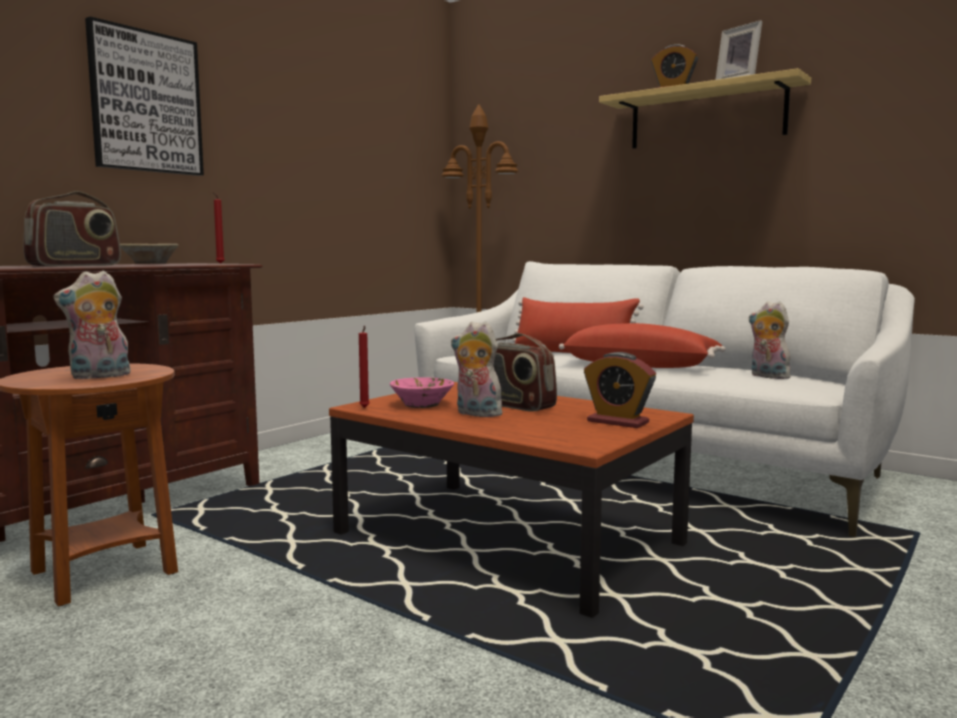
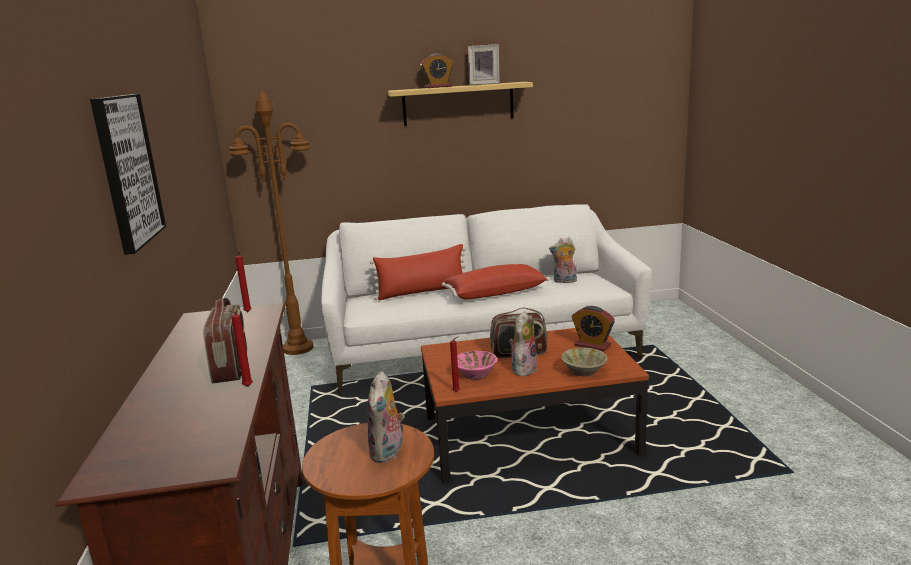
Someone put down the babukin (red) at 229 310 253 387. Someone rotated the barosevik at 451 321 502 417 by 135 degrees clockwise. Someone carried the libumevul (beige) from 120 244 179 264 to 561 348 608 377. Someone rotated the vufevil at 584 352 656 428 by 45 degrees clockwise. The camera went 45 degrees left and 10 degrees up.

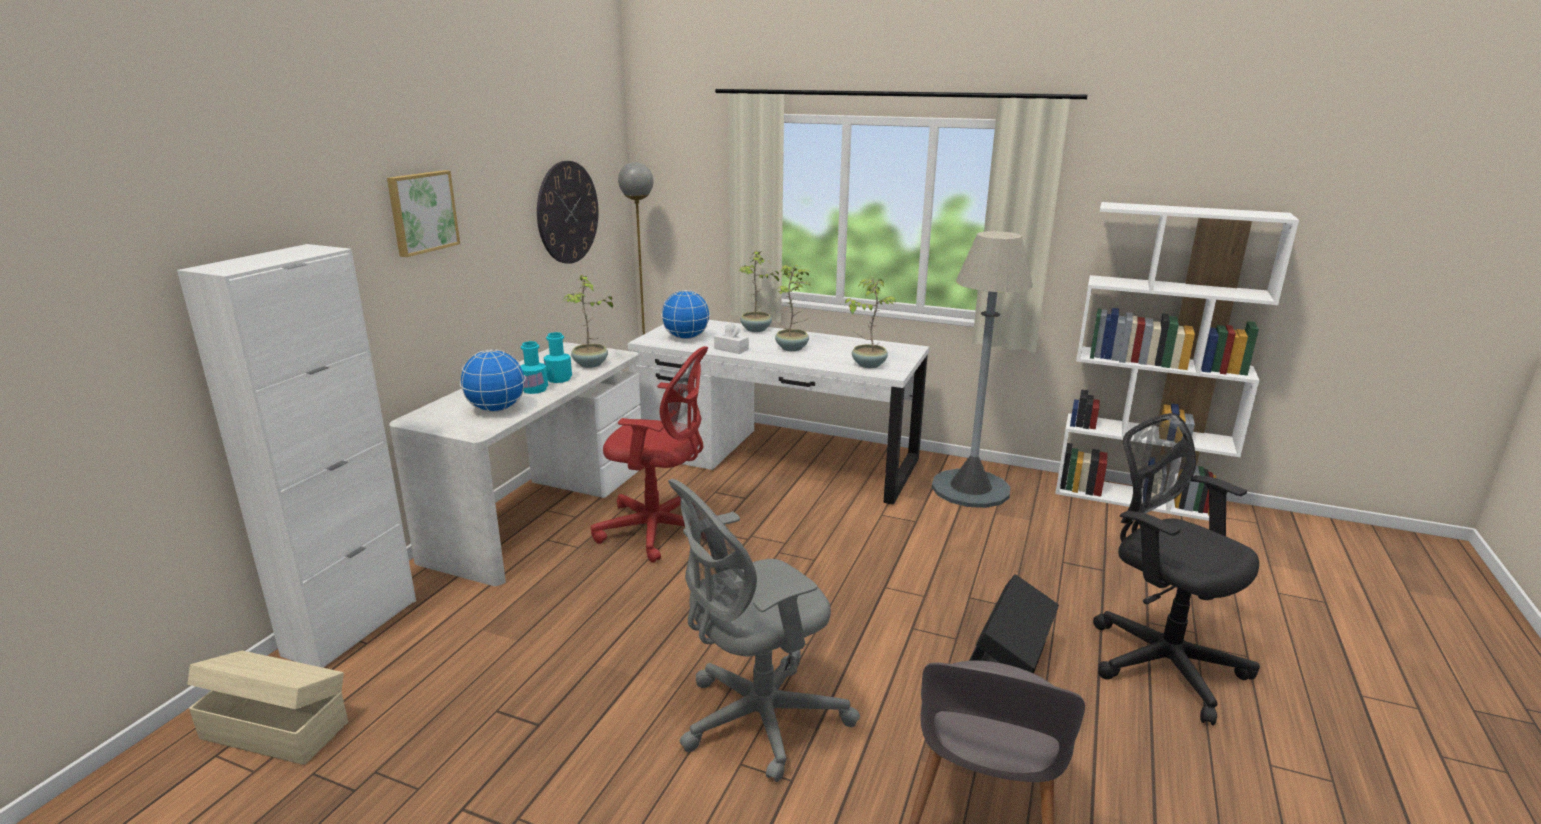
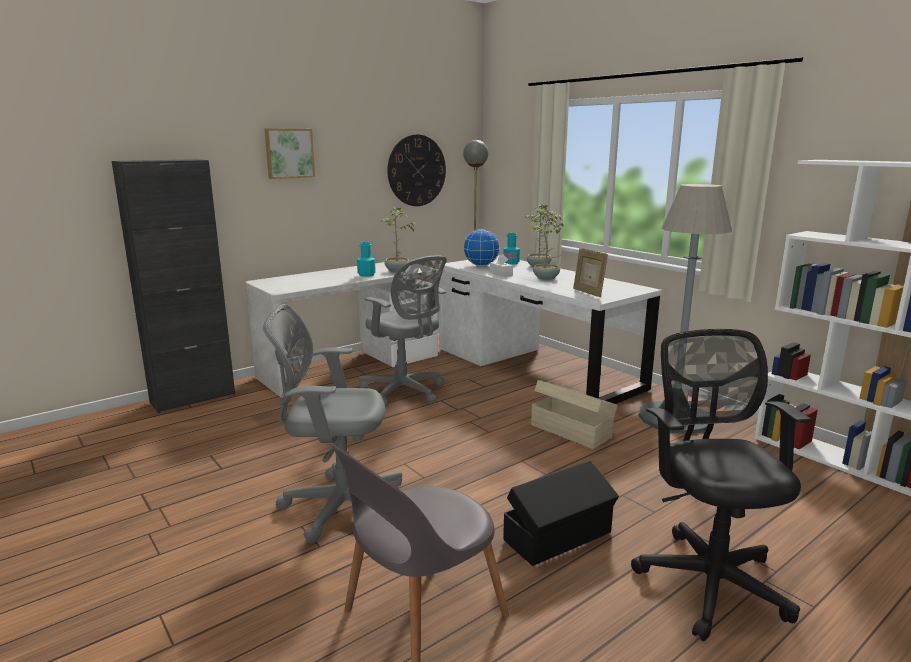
Someone repainted the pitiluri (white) at 177 244 416 668, which became the pitiluri (black) at 112 159 235 413. Someone repainted the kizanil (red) at 591 346 708 563, which became the kizanil (grey) at 359 255 447 407. Someone carried the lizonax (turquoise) from 521 341 548 394 to 503 233 520 265. Someone carried the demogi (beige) from 187 651 348 765 to 531 380 617 449. Someone swapped the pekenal at 845 277 896 368 for the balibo at 573 248 608 297. Someone took away the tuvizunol at 460 349 526 412. The camera went 30 degrees right and 5 degrees down.

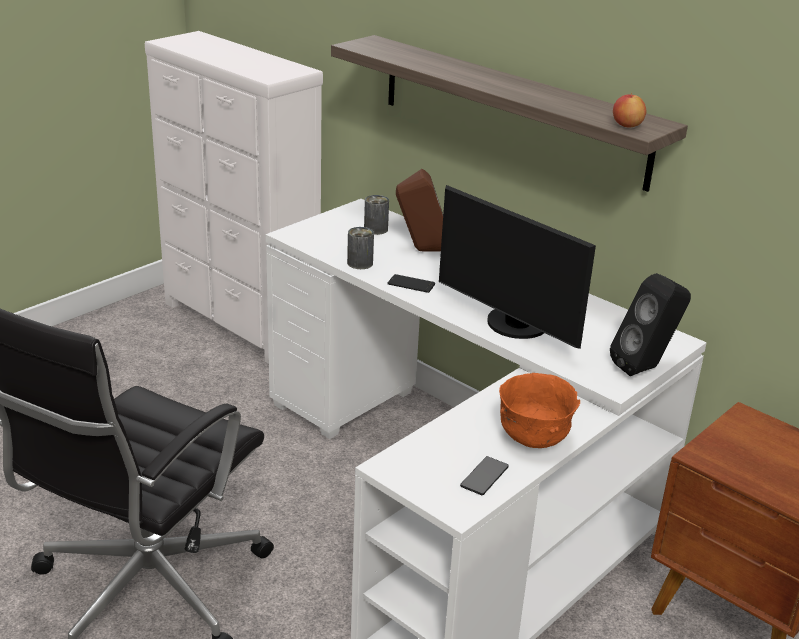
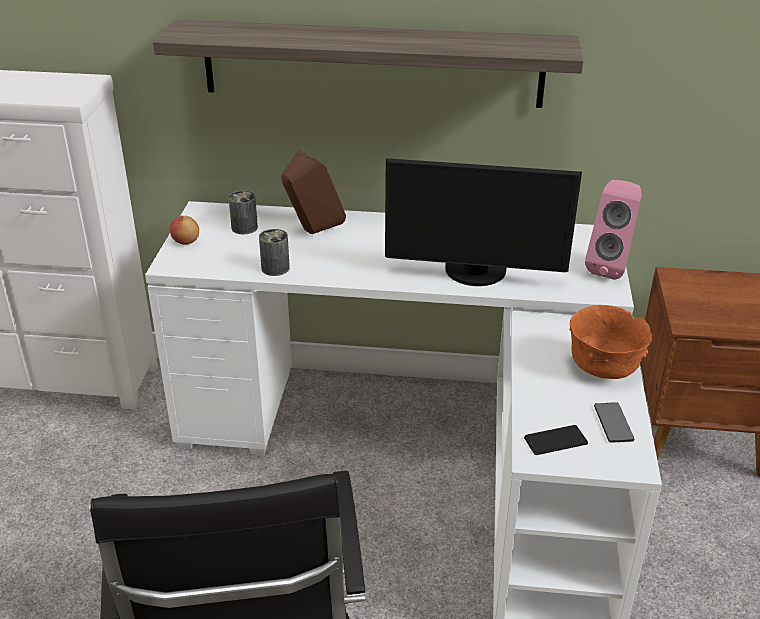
Someone carried the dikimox from 613 93 646 128 to 169 216 199 245. Someone carried the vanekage from 387 274 435 293 to 524 425 588 455. Someone repainted the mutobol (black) at 610 273 691 376, which became the mutobol (pink) at 585 180 642 280. The camera went 35 degrees left and 5 degrees up.

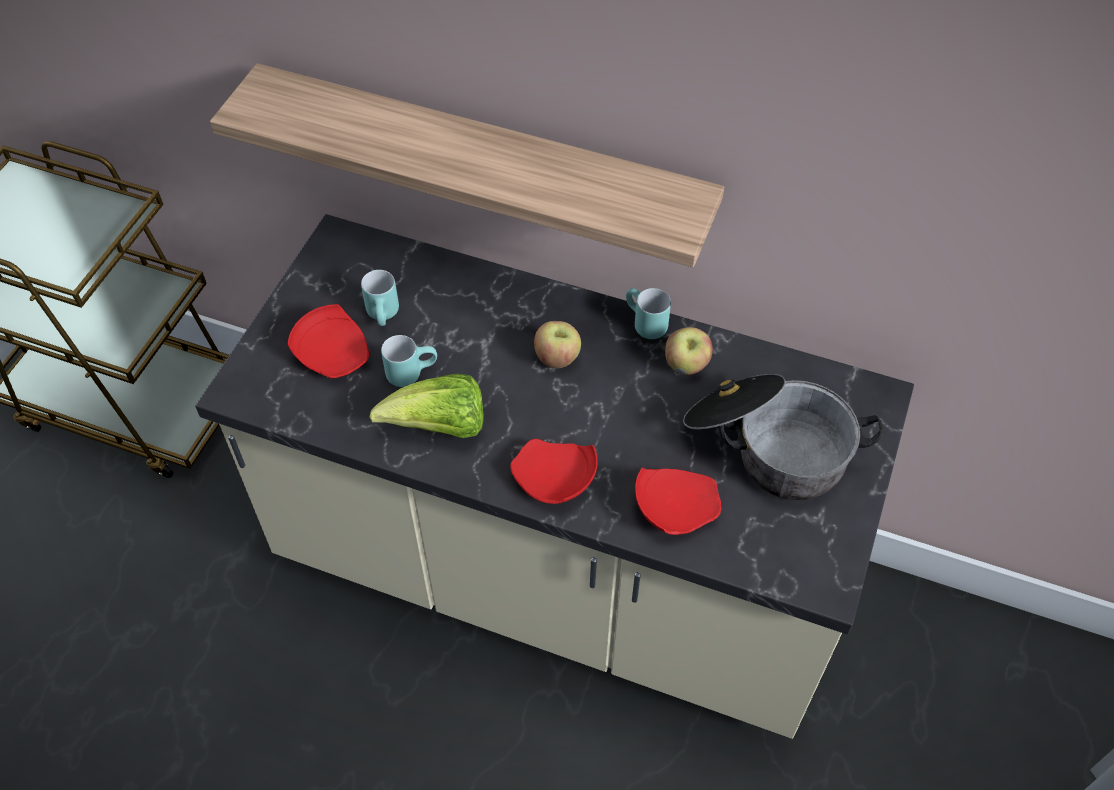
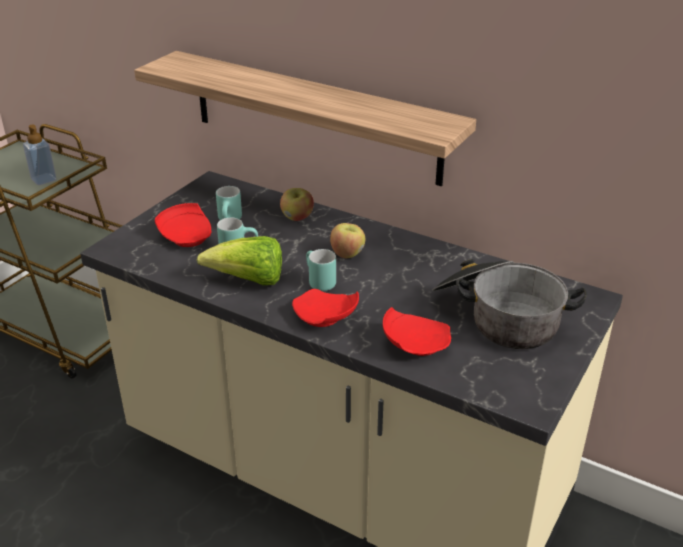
Someone put down the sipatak at 23 125 57 185. Someone carried the dikimox from 665 327 713 375 to 280 188 314 221. Someone carried the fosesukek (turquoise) from 626 288 671 339 to 306 249 336 291. The camera went 10 degrees right and 20 degrees down.

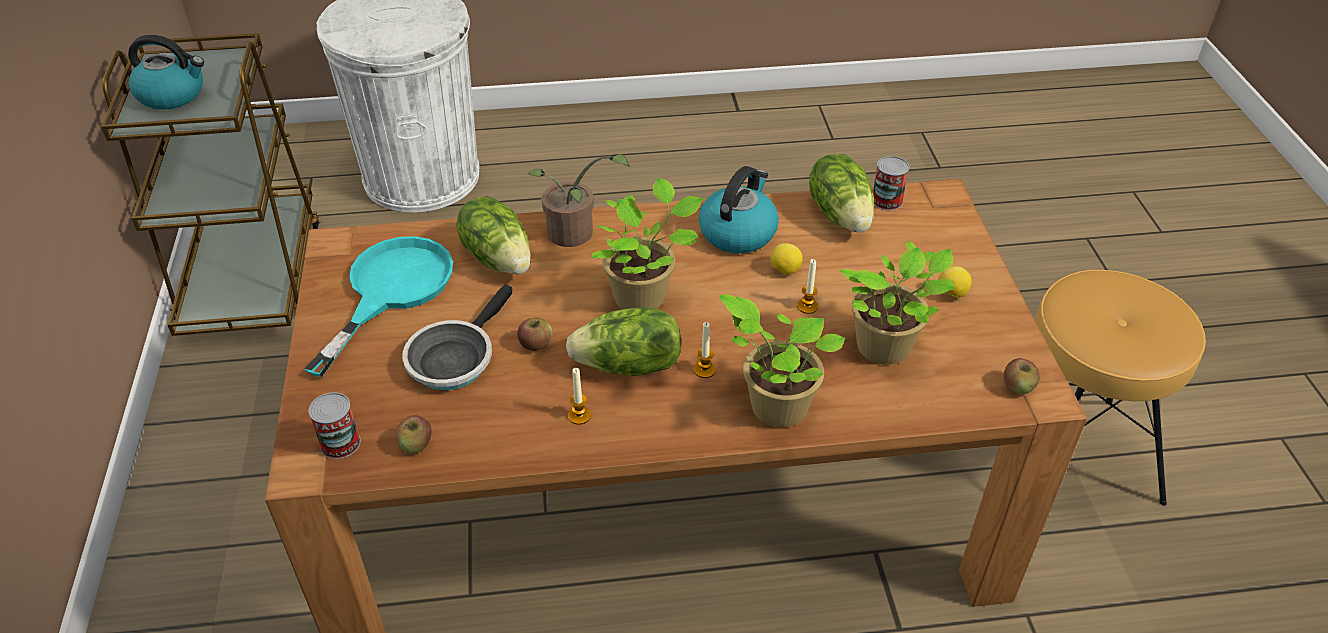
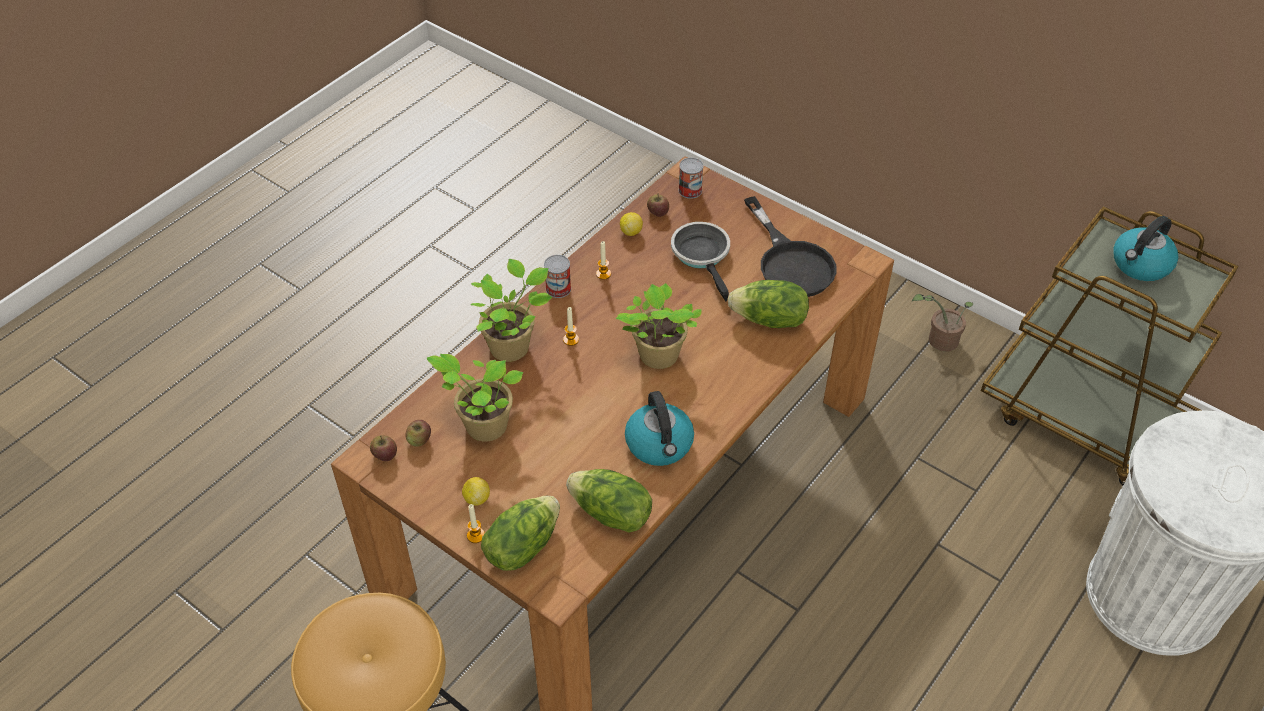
Someone carried the dikimox from 517 317 553 351 to 405 420 431 447. Someone carried the babukin from 797 259 818 314 to 467 504 485 543. Someone carried the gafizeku from 566 307 681 376 to 481 496 560 571. Someone carried the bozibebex from 873 156 909 210 to 544 255 571 298. Someone carried the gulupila from 770 243 803 275 to 620 212 643 236. Someone repainted the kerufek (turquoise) at 304 236 453 377, which became the kerufek (black) at 744 196 837 297. Someone carried the pekenal from 527 154 630 247 to 912 294 973 352. The camera went 135 degrees right and 5 degrees up.

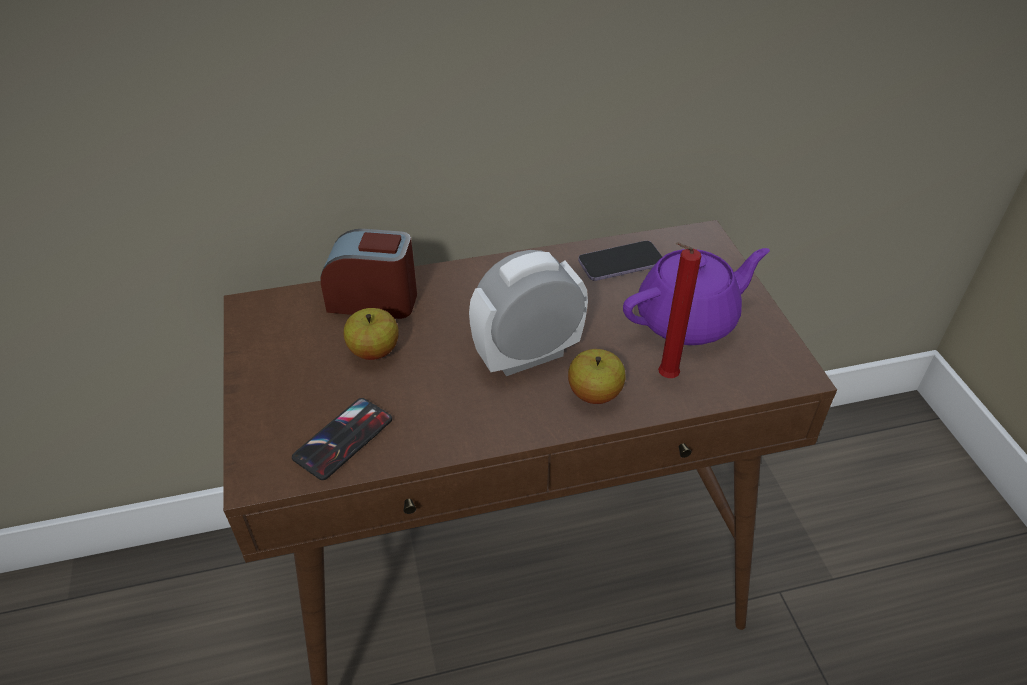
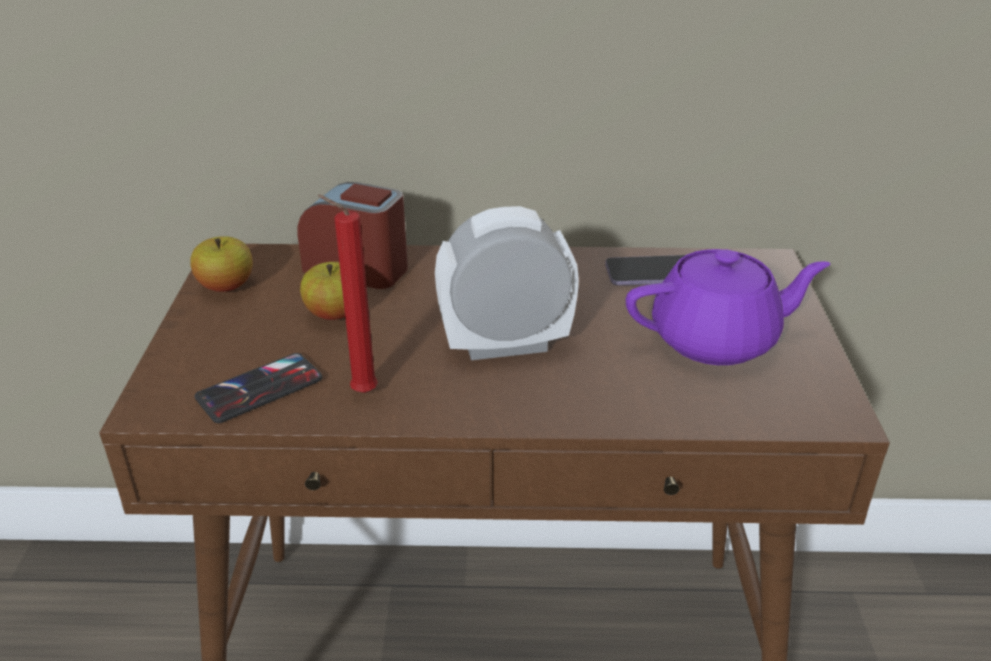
Someone carried the dikimox from 568 349 626 404 to 190 236 253 292. Someone carried the babukin (red) from 658 242 701 378 to 317 195 378 393. The camera went 15 degrees right and 10 degrees down.

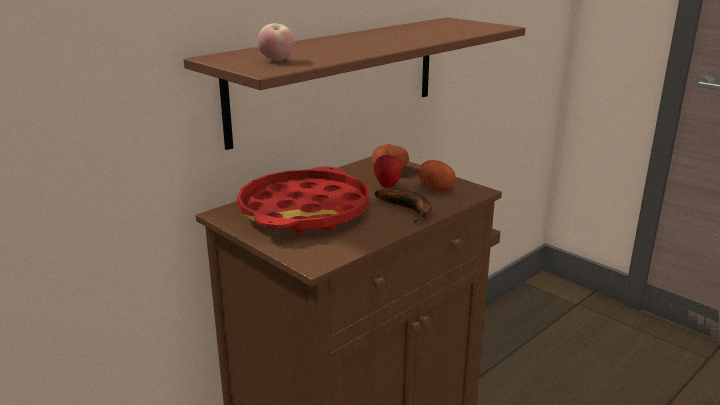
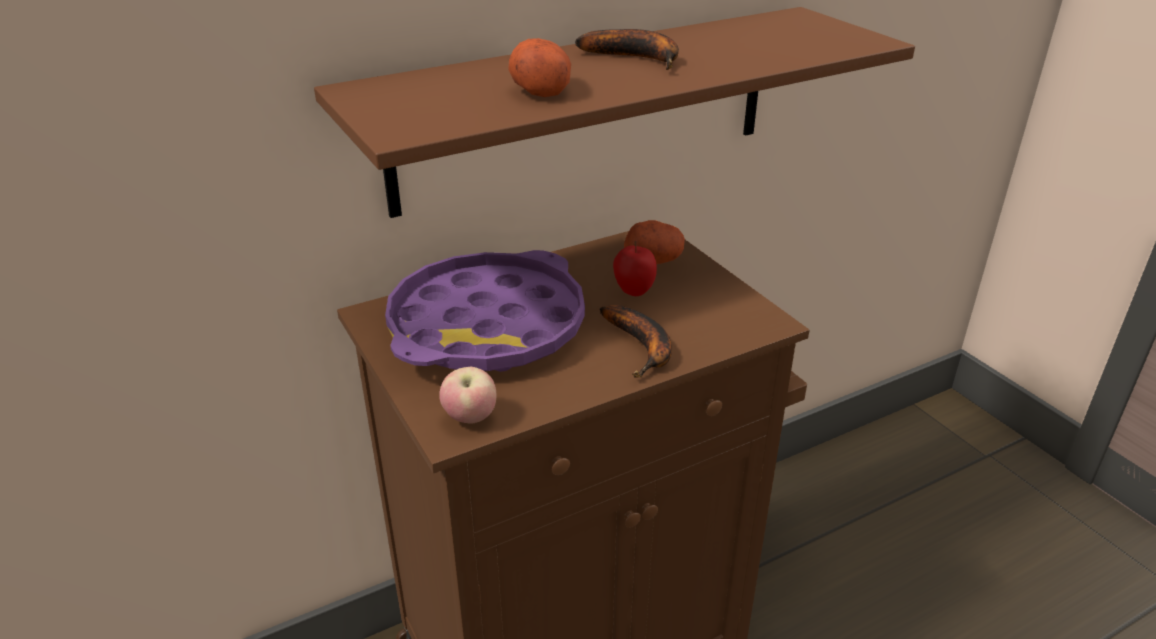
Someone repainted the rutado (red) at 237 166 369 233, which became the rutado (purple) at 385 250 585 372. Someone carried the dikimox from 258 23 294 61 to 439 367 496 423. Someone carried the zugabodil from 419 160 456 191 to 508 38 571 97. Someone put down the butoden at 575 29 679 70. The camera went 15 degrees right and 10 degrees up.

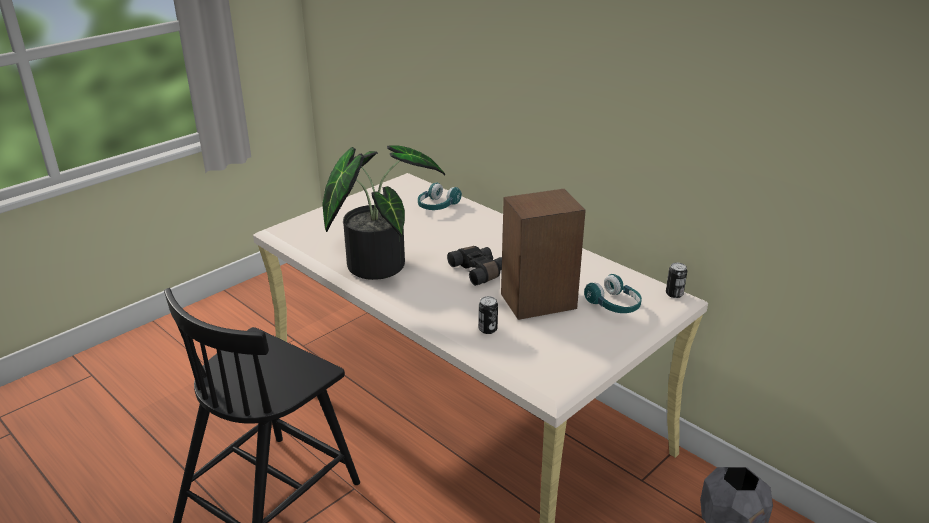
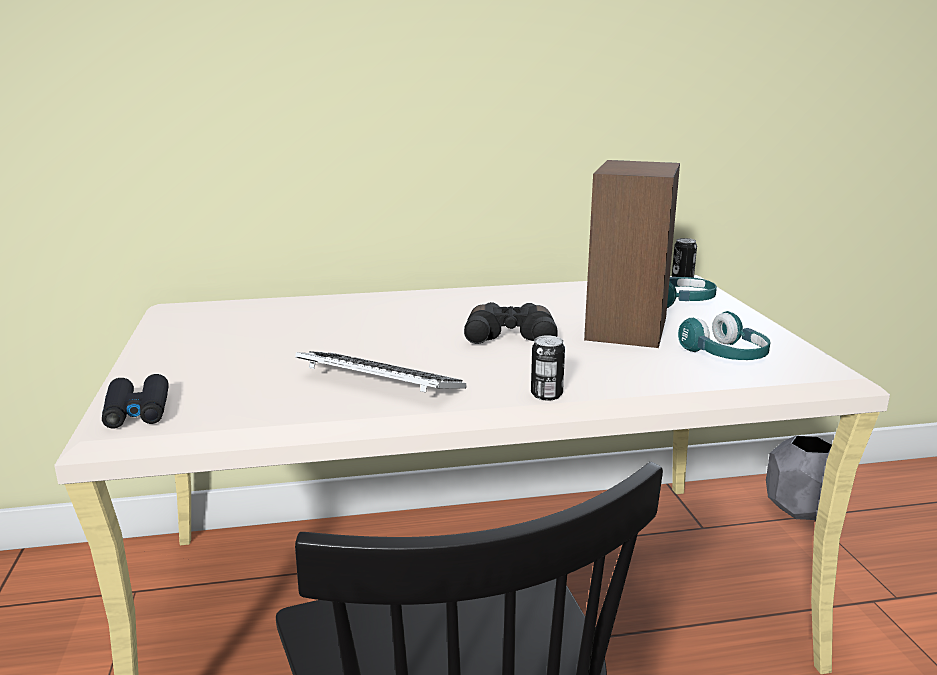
Someone put down the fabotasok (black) at 102 374 169 428. Someone swapped the pekenal at 322 145 445 280 for the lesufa at 295 351 466 392. Someone carried the bozibebex from 479 296 498 334 to 531 335 565 401. Someone carried the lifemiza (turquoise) from 418 183 462 210 to 678 311 770 360. The camera went 55 degrees left and 10 degrees down.

